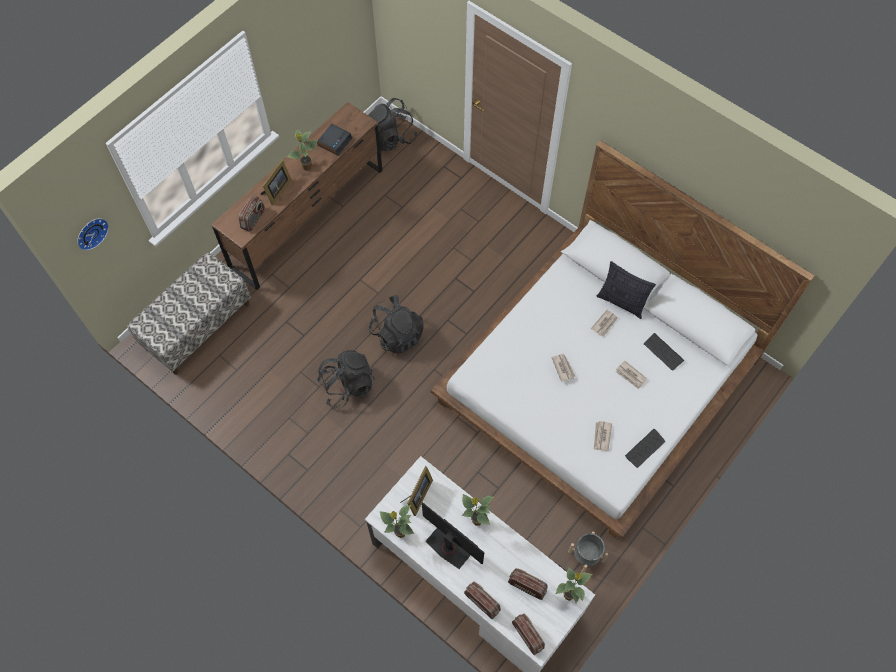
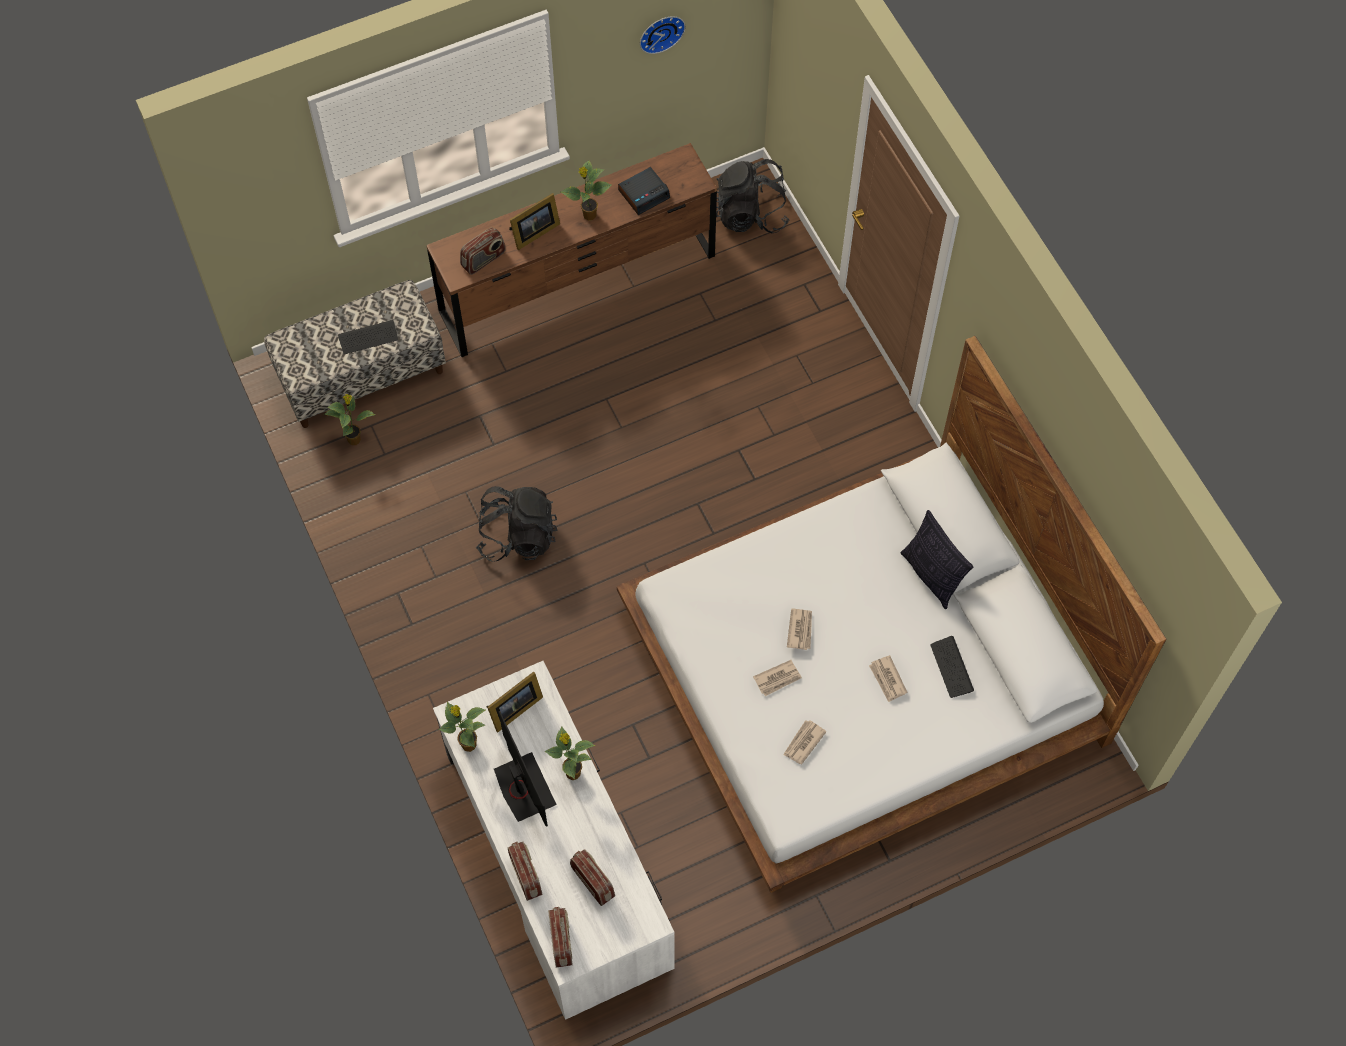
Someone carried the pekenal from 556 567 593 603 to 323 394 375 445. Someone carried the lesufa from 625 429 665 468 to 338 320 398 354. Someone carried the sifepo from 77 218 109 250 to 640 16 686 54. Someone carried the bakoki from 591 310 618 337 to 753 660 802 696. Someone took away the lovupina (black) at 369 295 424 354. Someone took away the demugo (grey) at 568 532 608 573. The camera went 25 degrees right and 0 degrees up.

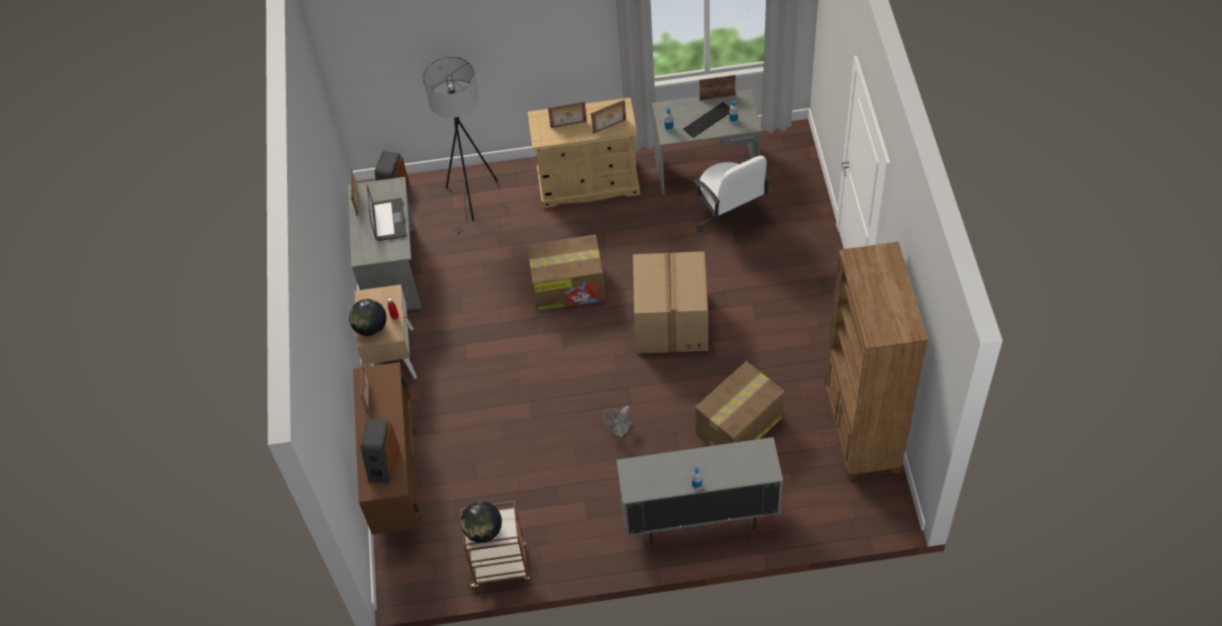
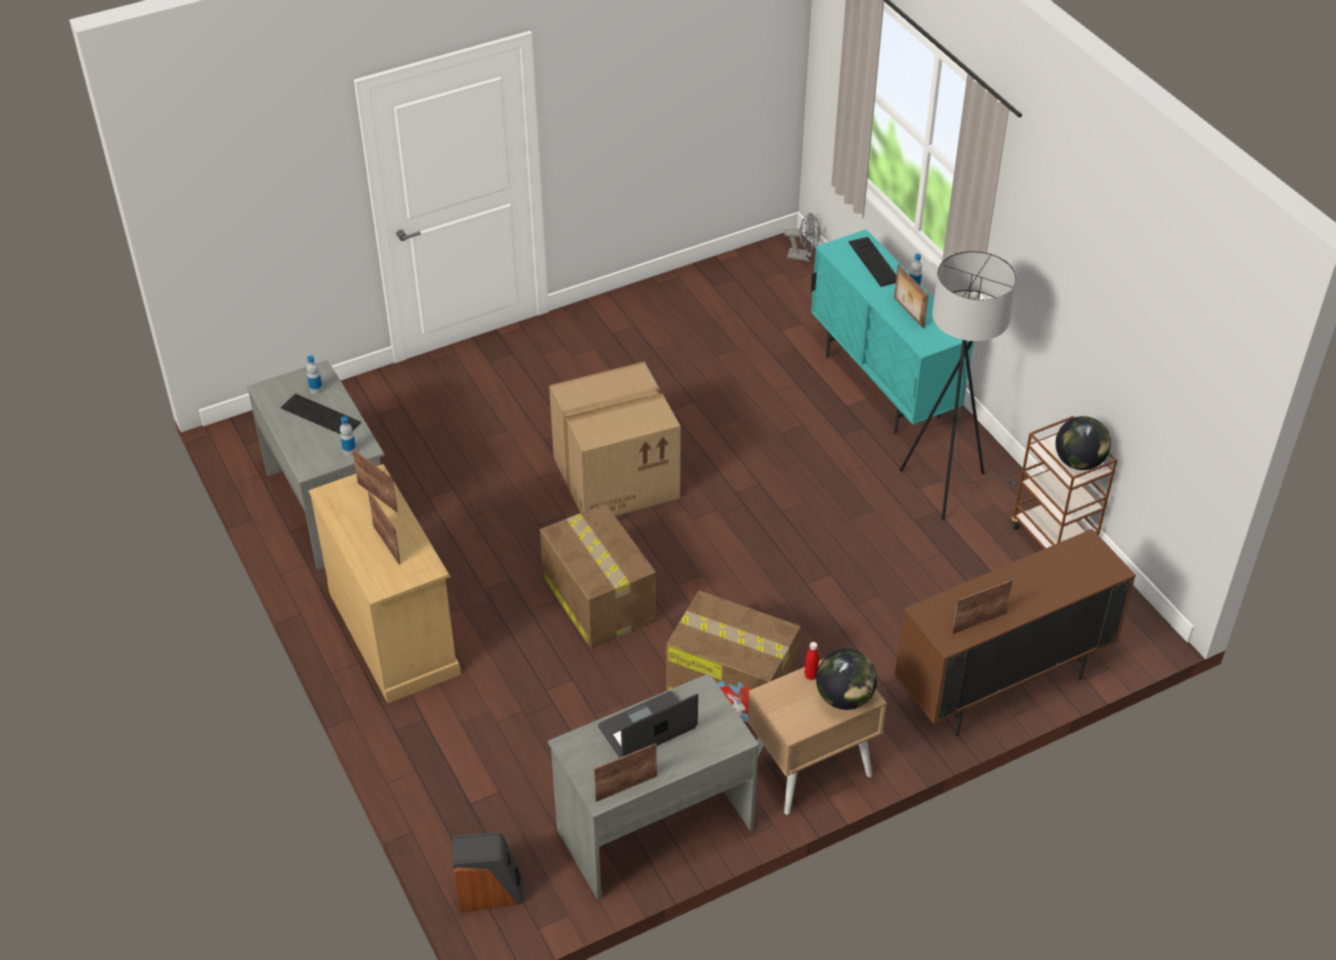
Someone carried the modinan from 695 361 785 446 to 666 591 801 723. Someone carried the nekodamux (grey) from 602 406 632 438 to 784 213 820 262. Someone repainted the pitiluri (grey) at 616 437 783 545, which became the pitiluri (turquoise) at 811 229 974 434. Someone put down the lesufa at 849 237 897 287. Someone carried the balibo from 699 75 736 100 to 894 264 929 328. Someone carried the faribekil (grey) from 423 56 498 234 to 900 251 1017 521. Someone took away the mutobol at 361 419 400 483. Someone took away the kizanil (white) at 693 155 770 244. Someone took away the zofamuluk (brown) at 824 242 928 480. The camera went 115 degrees left and 10 degrees down.

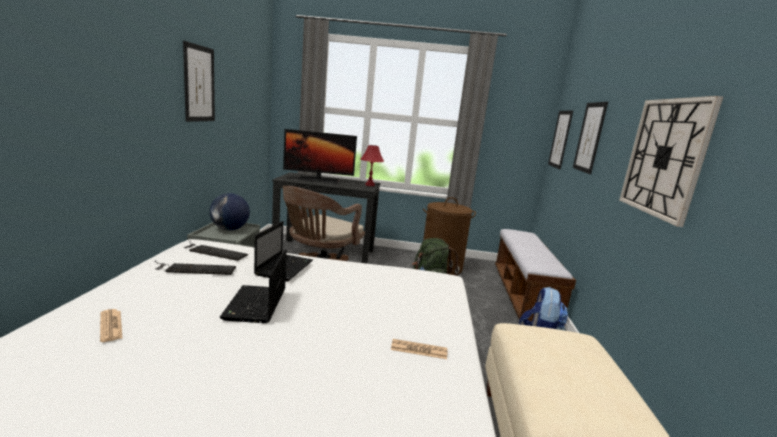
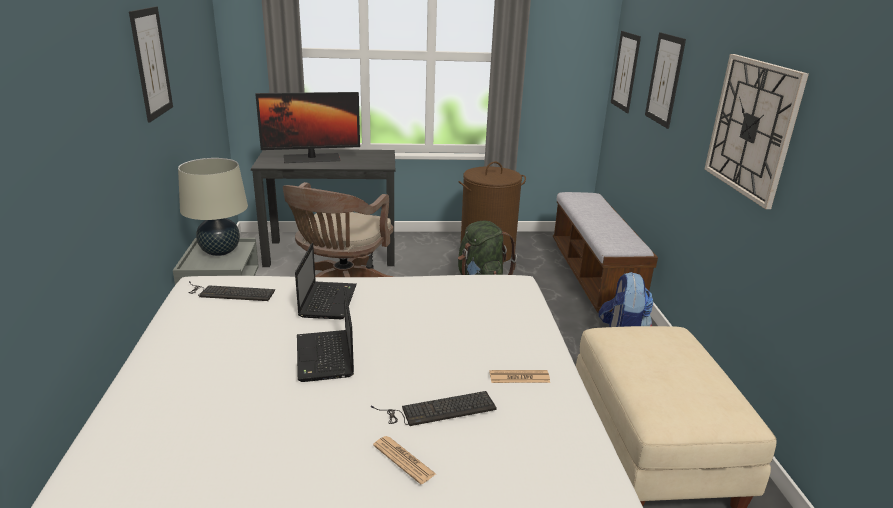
Someone swapped the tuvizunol at 210 193 250 231 for the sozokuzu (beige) at 178 158 248 256. Someone carried the lesufa from 155 260 236 275 to 371 391 497 426. Someone carried the bakoki from 100 309 122 342 to 373 436 436 484. Someone took away the sozokuzu (red) at 361 145 384 186. The camera went 10 degrees left and 10 degrees up.

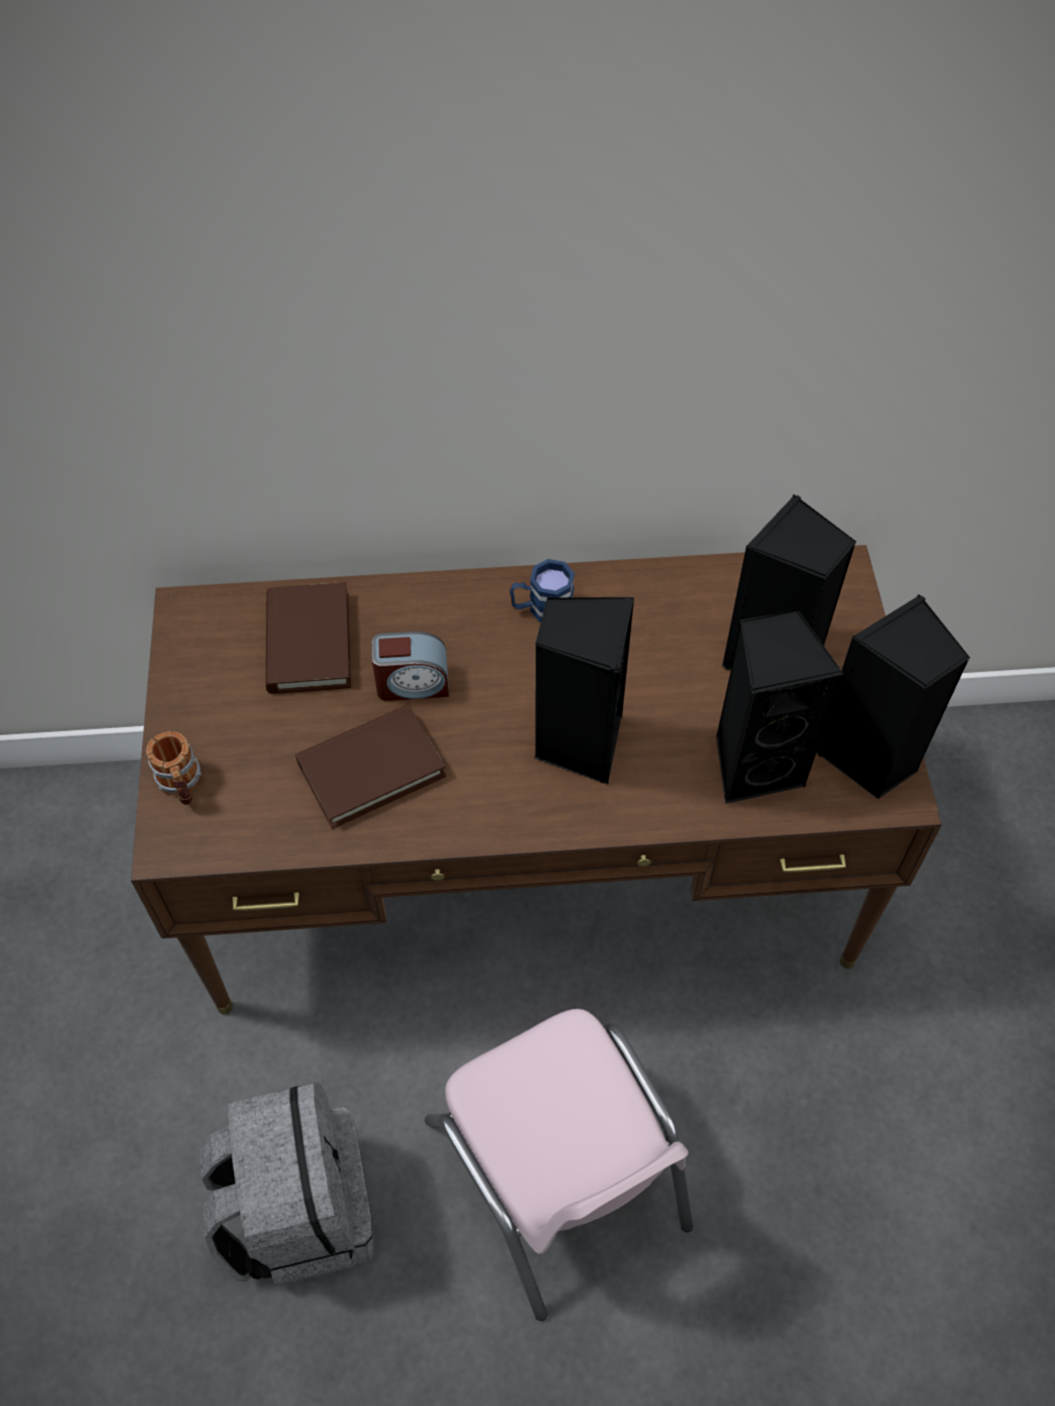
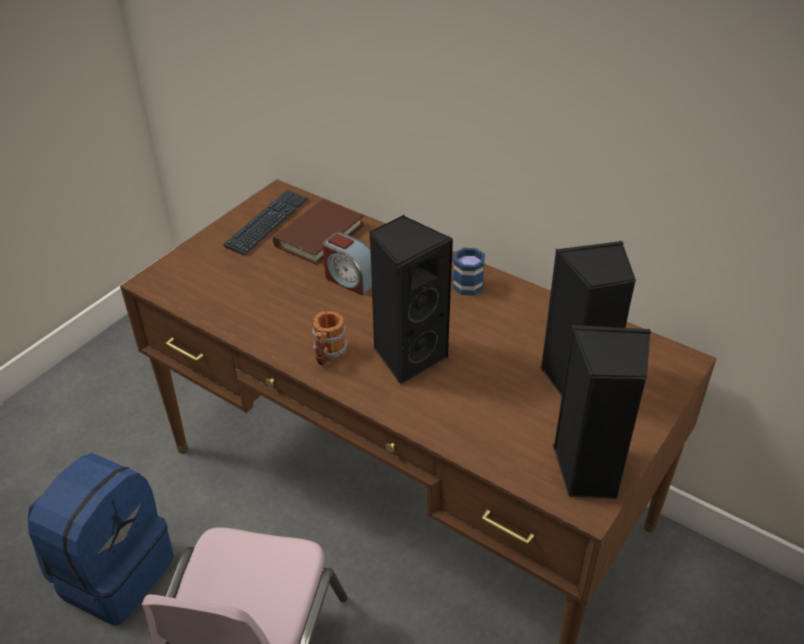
Someone repainted the lovupina (grey) at 200 1083 374 1286, which became the lovupina (blue) at 28 453 174 626. Someone put down the lesufa at 223 190 309 255. Someone carried the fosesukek from 146 731 201 805 to 312 311 348 366. Someone took away the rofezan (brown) at 295 705 446 829. Someone took away the mutobol (black) at 716 609 844 804. The camera went 40 degrees right and 15 degrees down.

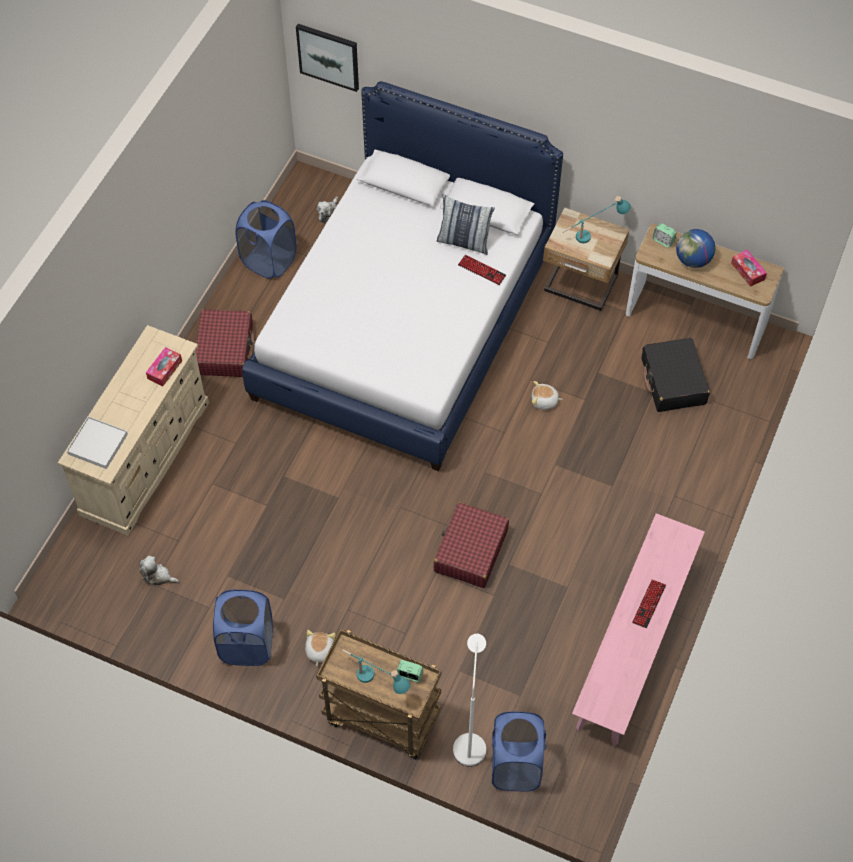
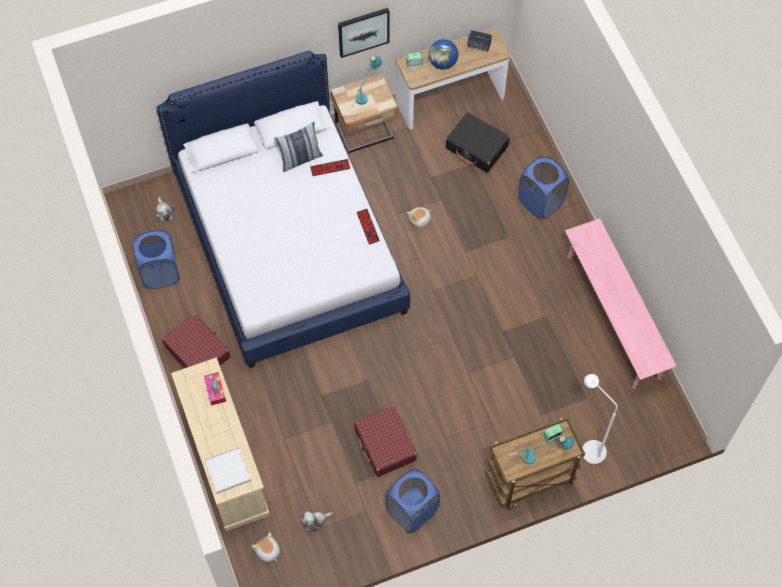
Someone carried the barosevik from 305 630 336 666 to 252 532 280 562. Someone carried the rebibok from 296 24 359 92 to 338 8 389 58. Someone carried the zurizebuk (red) from 434 502 509 588 to 354 406 417 477. Someone carried the lesufa from 632 579 666 628 to 357 209 380 245. Someone swapped the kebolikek at 731 250 767 287 for the mutobol at 467 30 492 52. Someone carried the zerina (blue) from 492 712 546 792 to 518 156 569 219. The camera went 45 degrees left and 5 degrees up.

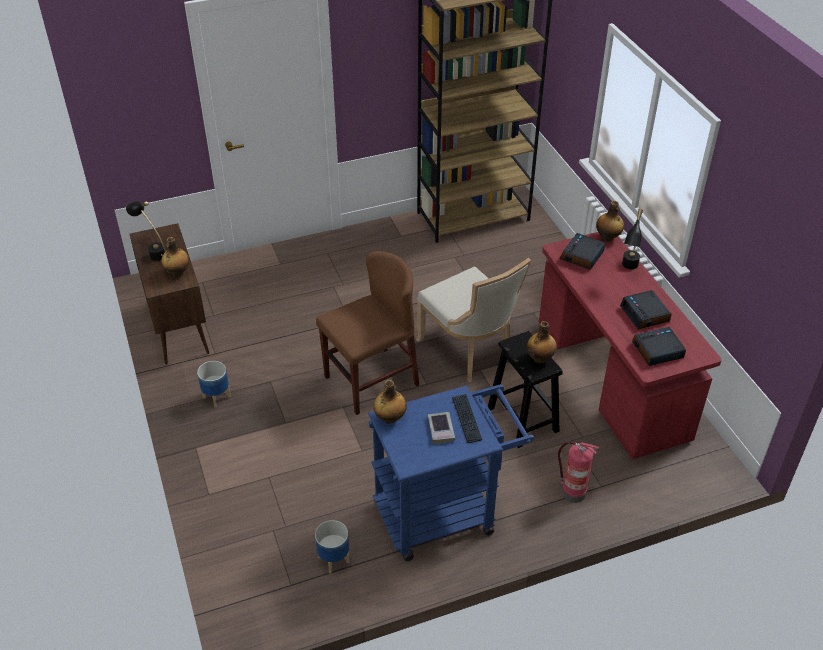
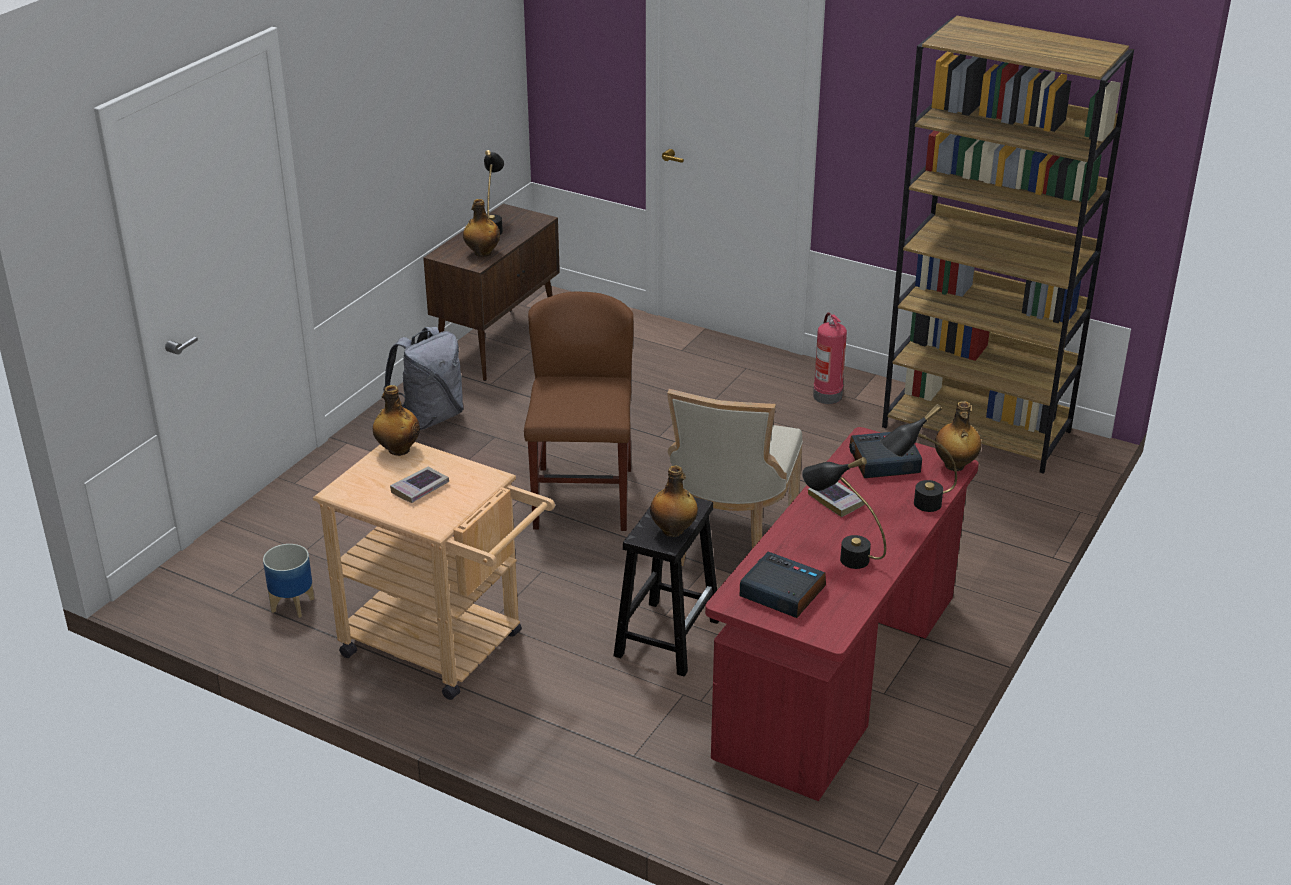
Someone repainted the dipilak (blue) at 368 384 534 561, which became the dipilak (beige) at 313 442 555 700. Someone swapped the demugo at 197 361 231 408 for the lovupina (grey) at 383 327 464 430. Someone rotated the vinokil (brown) at 316 251 419 415 by 105 degrees counterclockwise. Someone swapped the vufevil at 620 290 672 330 for the sozokuzu (black) at 802 457 886 569. Someone put down the rofezan at 808 482 865 517. Someone carried the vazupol from 558 441 599 503 to 813 312 847 404. Someone took away the lesufa at 452 394 482 443. The camera went 50 degrees right and 10 degrees down.

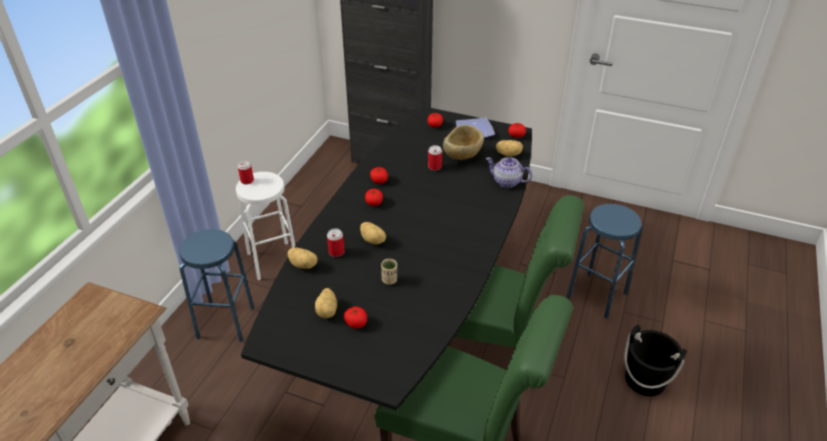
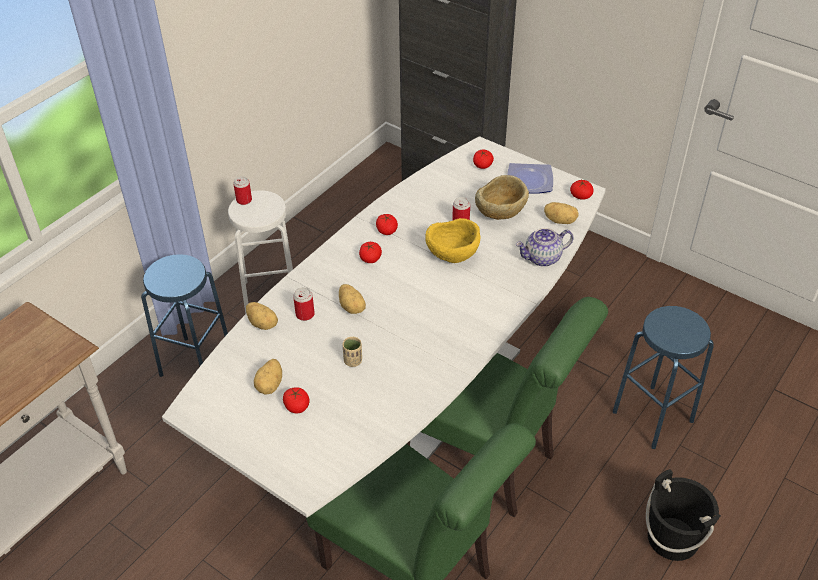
Someone repainted the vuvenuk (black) at 241 106 532 410, which became the vuvenuk (white) at 162 136 606 518. Someone put down the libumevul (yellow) at 425 218 481 263. Someone rotated the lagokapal at 486 157 532 188 by 60 degrees counterclockwise. The camera went 15 degrees right and 5 degrees up.

